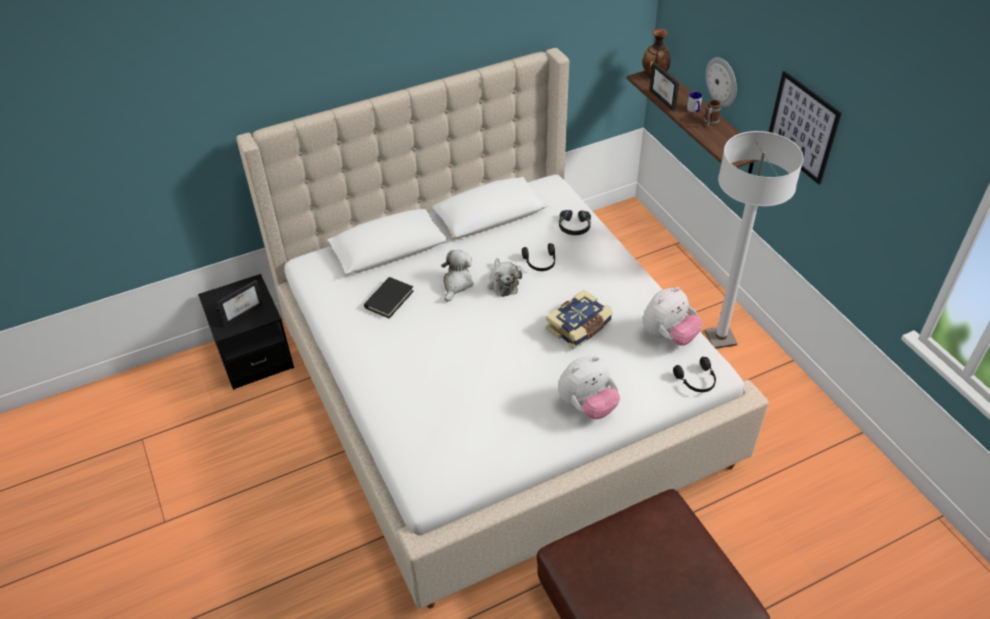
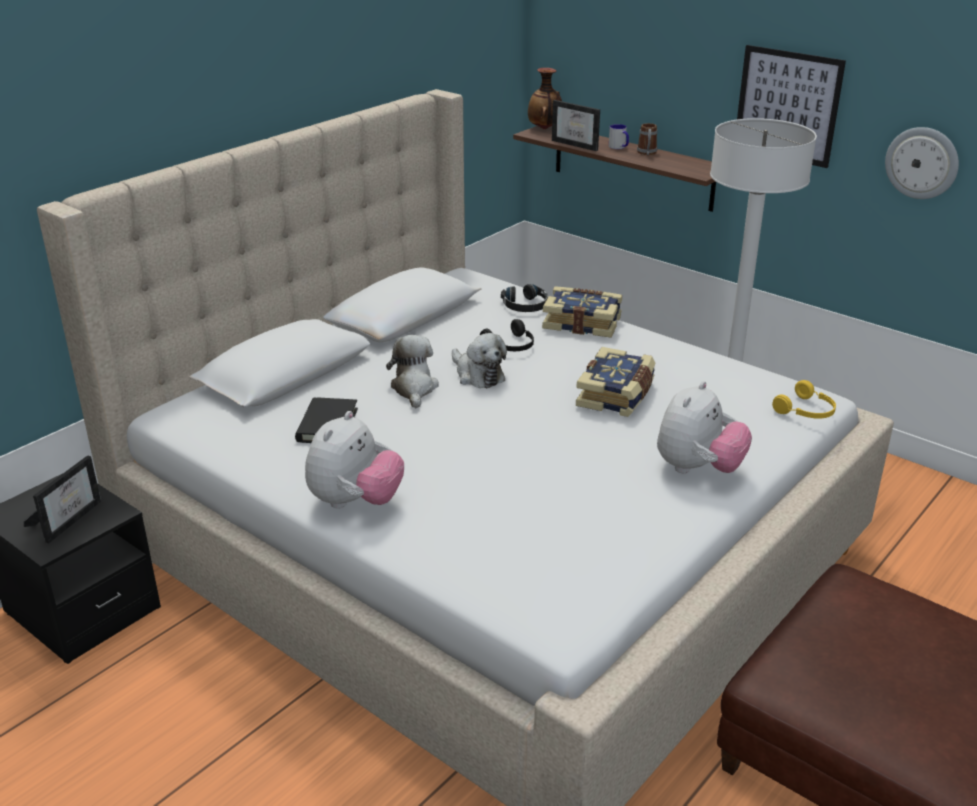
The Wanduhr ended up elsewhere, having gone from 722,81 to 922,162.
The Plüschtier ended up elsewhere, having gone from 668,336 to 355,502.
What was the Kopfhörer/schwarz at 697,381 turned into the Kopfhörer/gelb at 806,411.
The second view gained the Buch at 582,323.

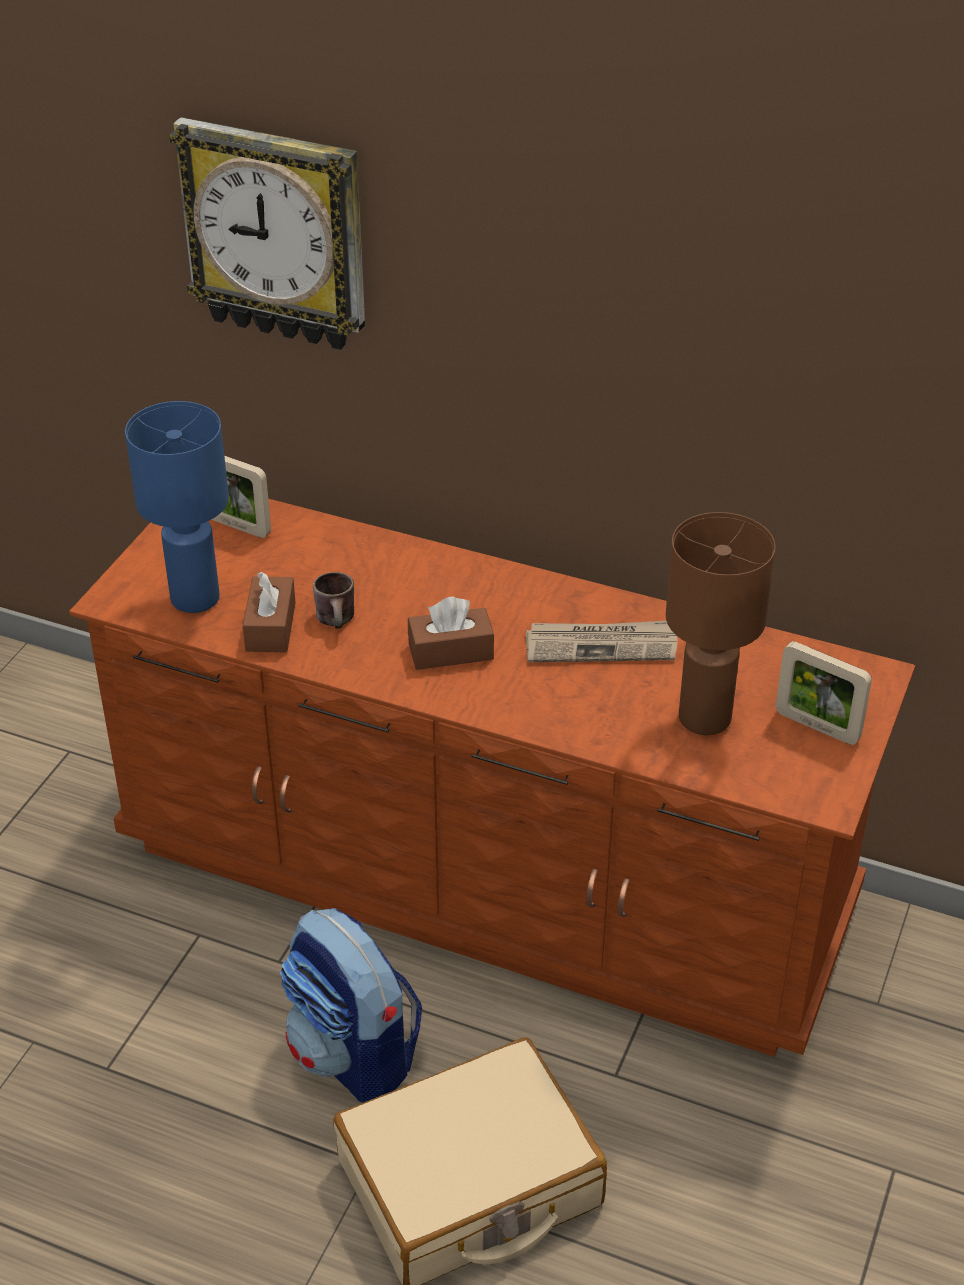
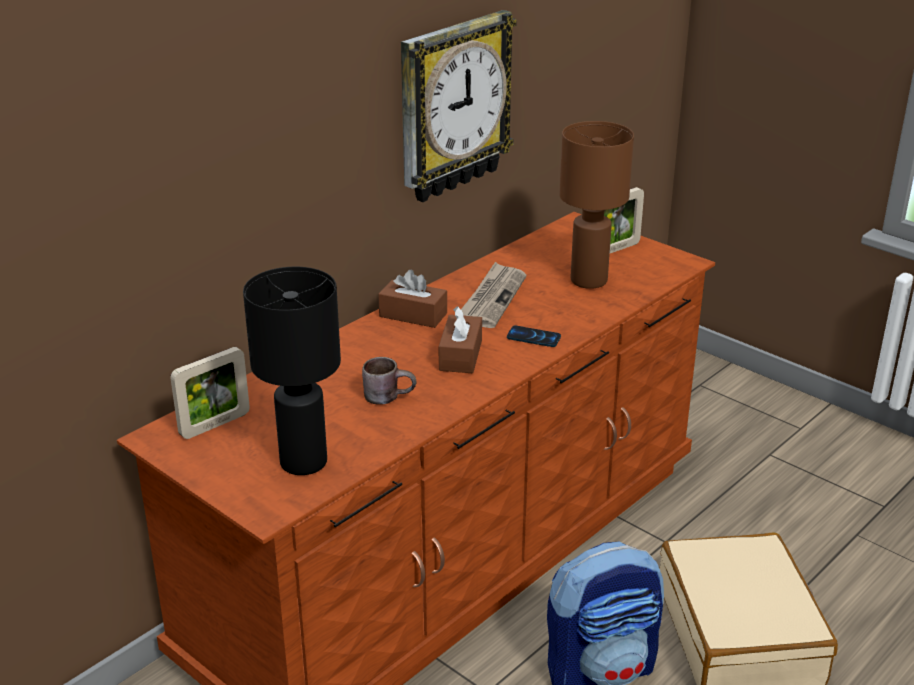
The Wanduhr ended up elsewhere, having gone from 276,234 to 452,106.
What was the Tischlampe/blau at 193,599 turned into the Tischlampe/schwarz at 303,463.
The Taschentuchbox/braun ended up elsewhere, having gone from 270,627 to 413,315.
The second view gained the Handy at 533,337.

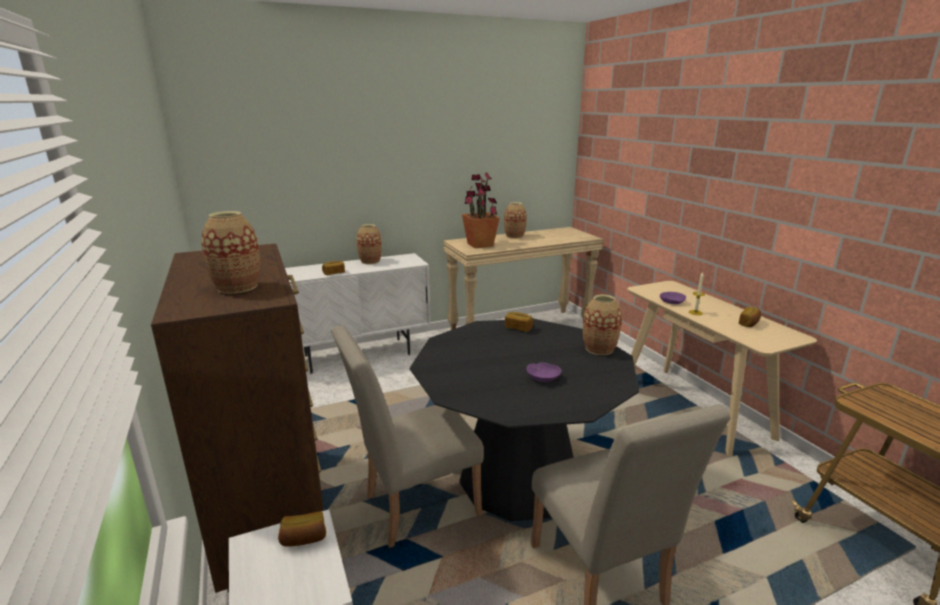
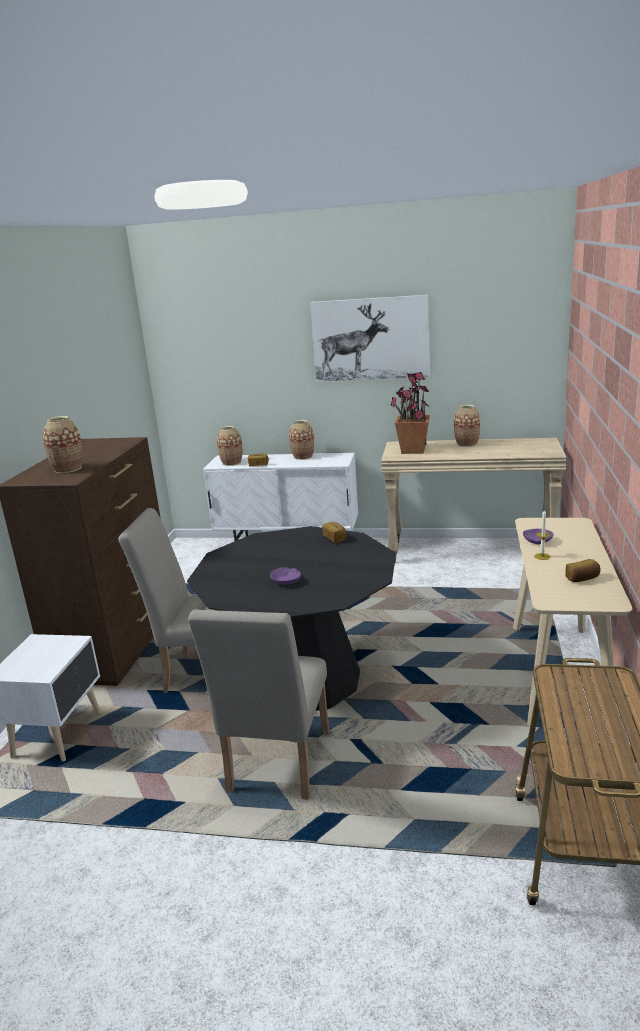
The Vase ended up elsewhere, having gone from 599,349 to 231,463.
The second view lost the Brot at 304,539.
The second view gained the Bild at 370,339.

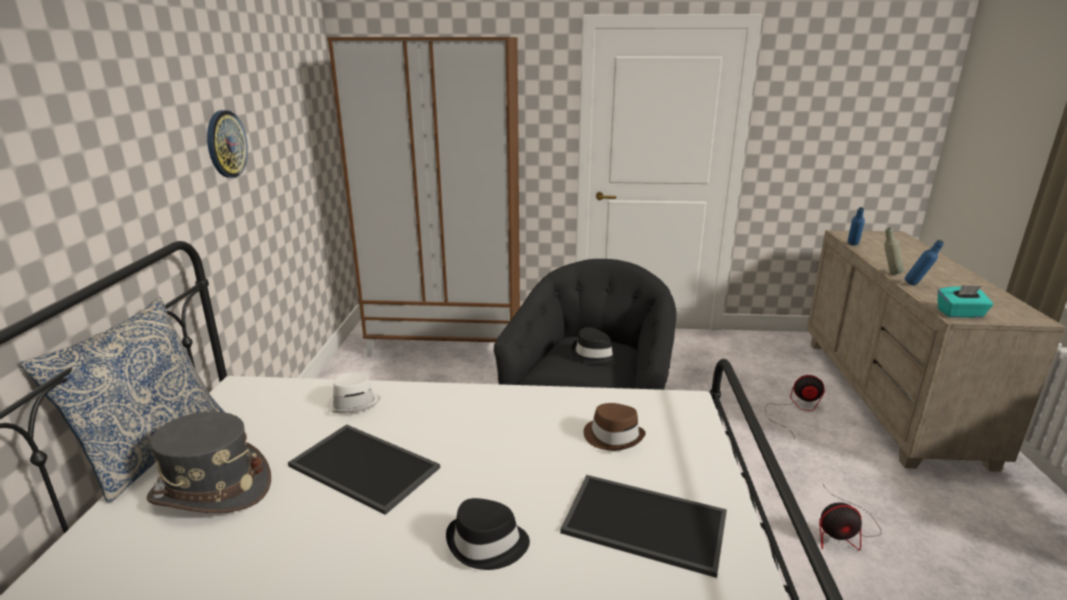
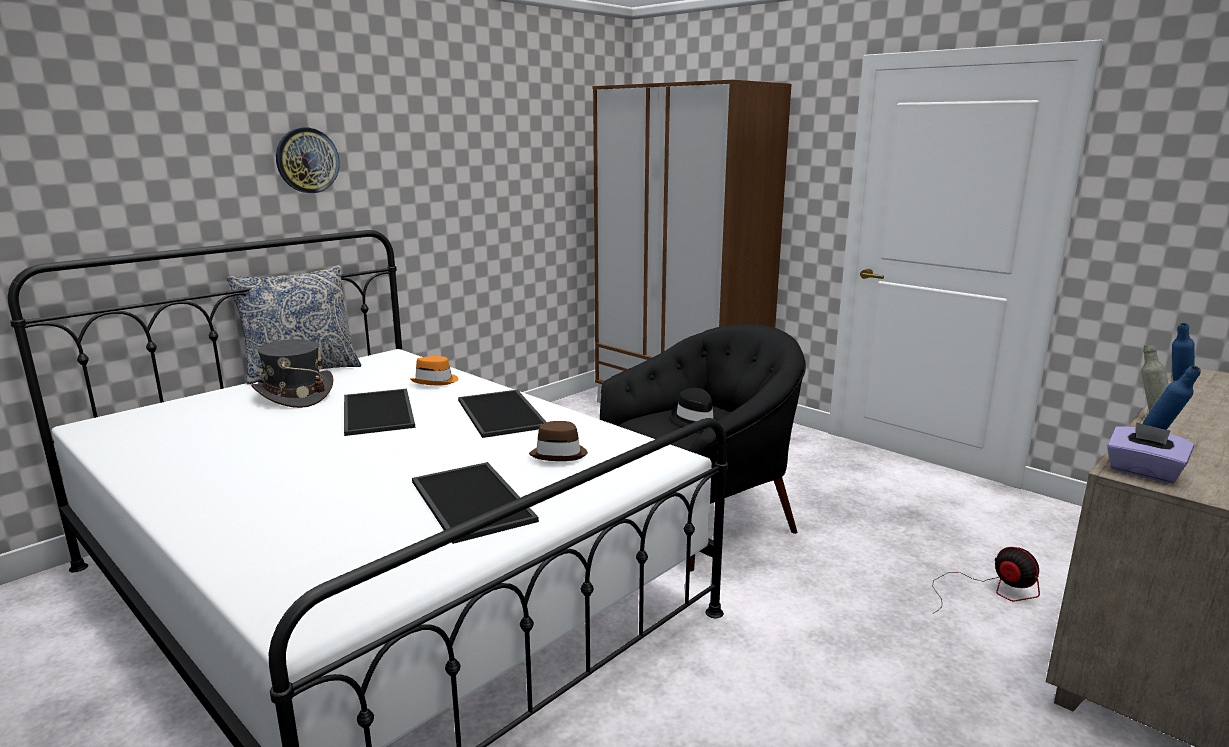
The Wanduhr ended up elsewhere, having gone from 226,144 to 307,160.
What was the Taschentuchbox/türkis at 960,314 turned into the Taschentuchbox/lila at 1143,472.
What was the Hut/weiß at 354,402 turned into the Hut/orange at 436,381.
The second view lost the Ventilator at 843,531.
The second view lost the Hut/schwarz at 487,544.
The second view gained the Tablett at 503,413.

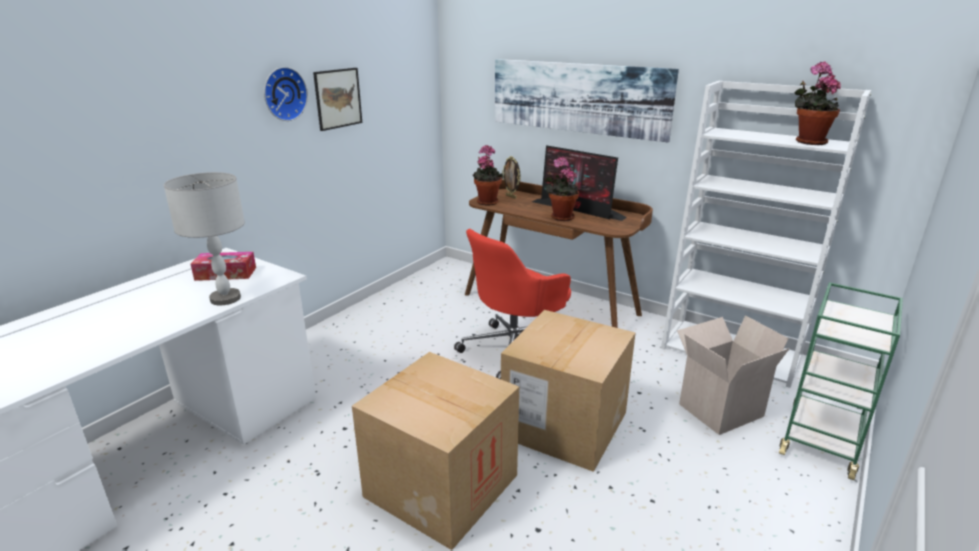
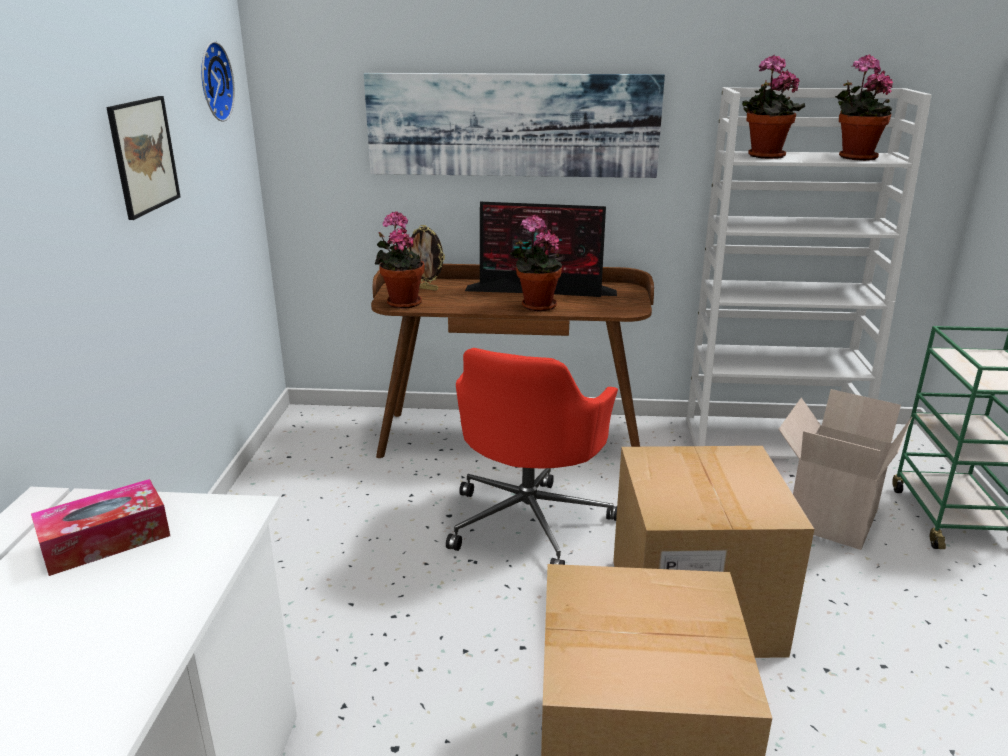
The Wanduhr ended up elsewhere, having gone from 283,94 to 212,82.
The second view lost the Tischlampe/grau at 226,298.
The second view gained the Topfpflanze at 763,156.

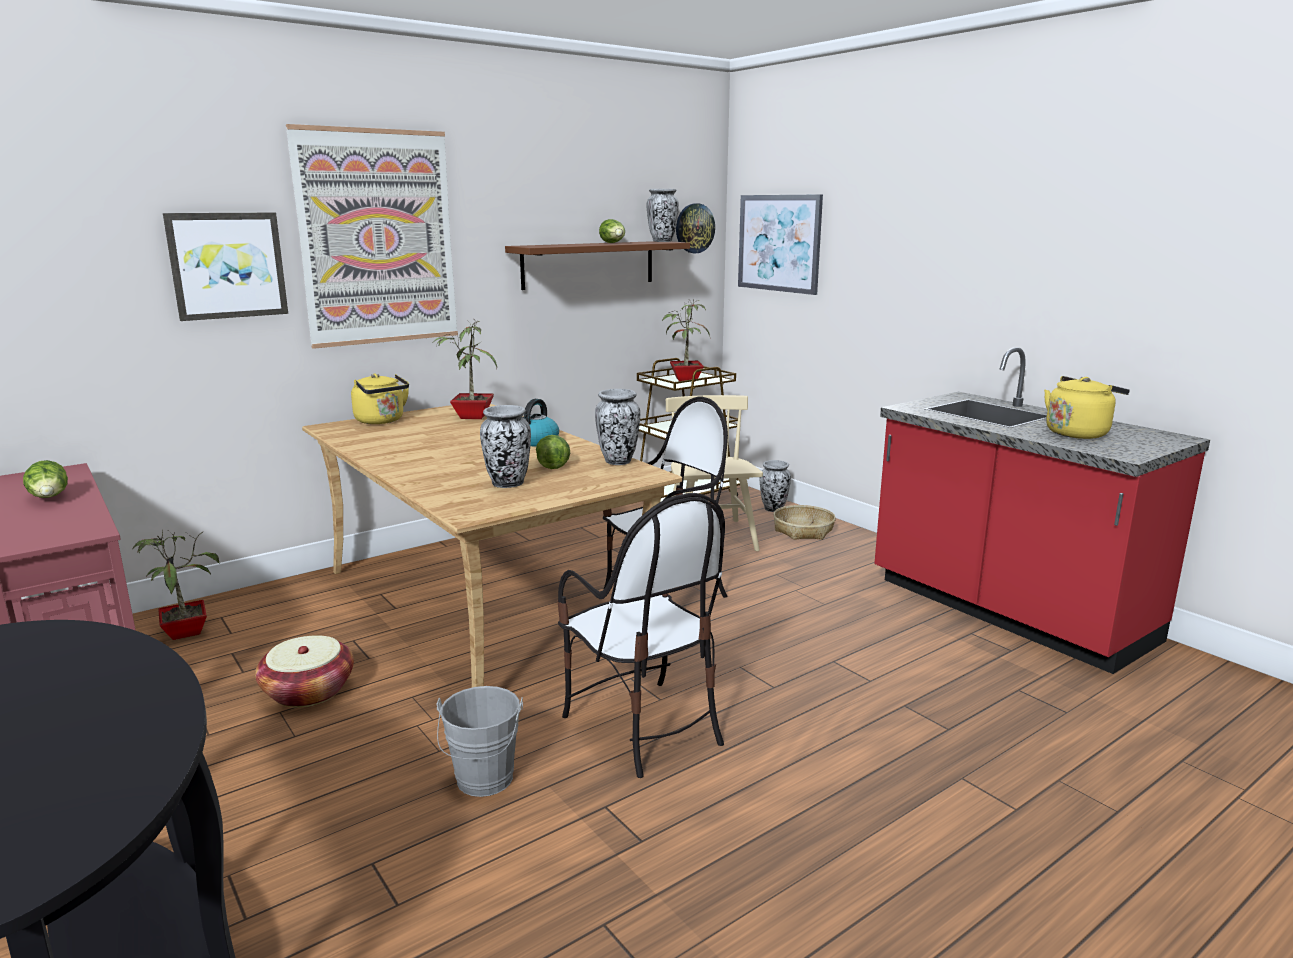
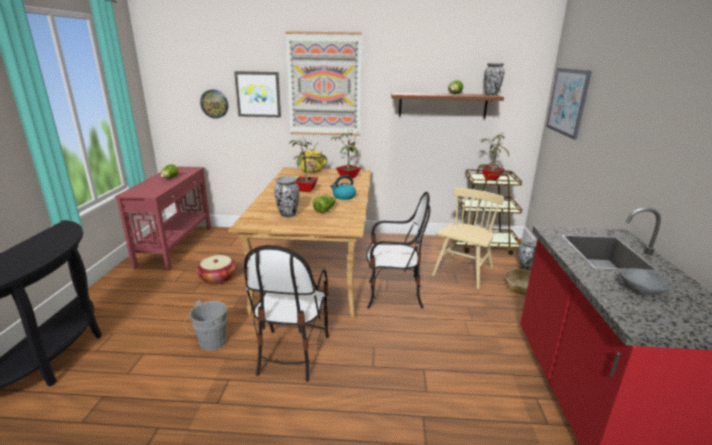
The Wanduhr ended up elsewhere, having gone from 694,228 to 214,104.
Where the Wasserkessel/gelb stood at 1078,433, the Schüssel/grau came to stand at 643,291.
The second view lost the Vase at 618,461.
The Topfpflanze ended up elsewhere, having gone from 185,631 to 306,189.

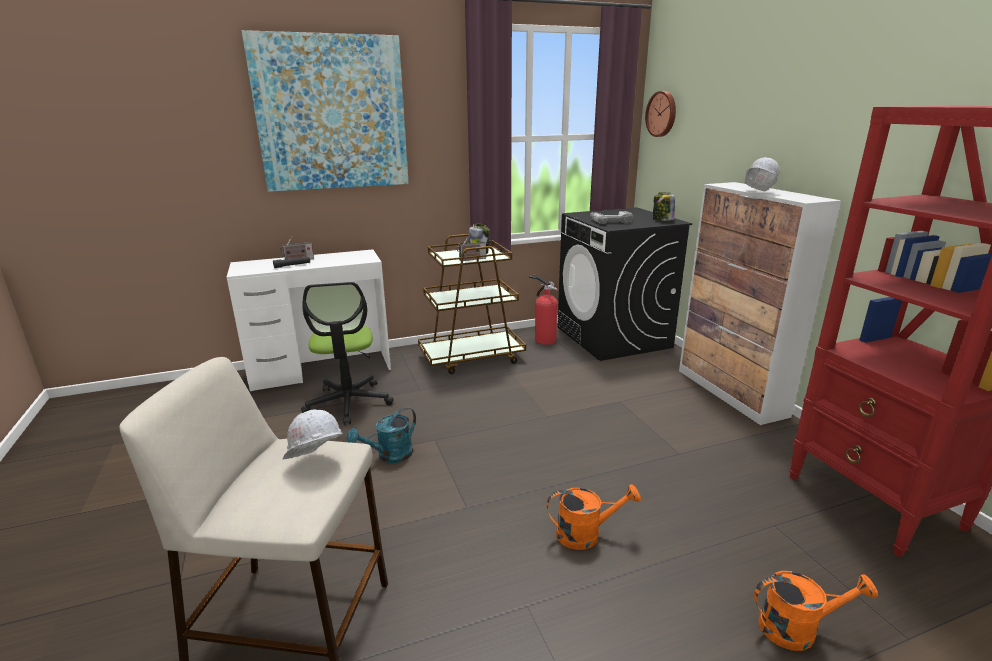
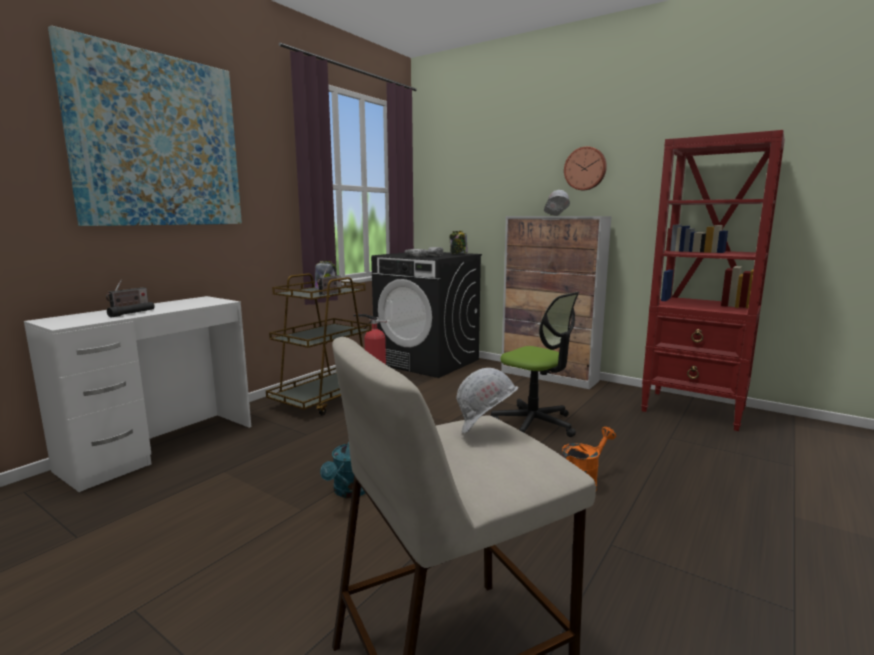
The Wanduhr ended up elsewhere, having gone from 662,114 to 585,168.
The Bürostuhl ended up elsewhere, having gone from 348,403 to 534,424.
The second view lost the Gießkanne/orange at 797,628.

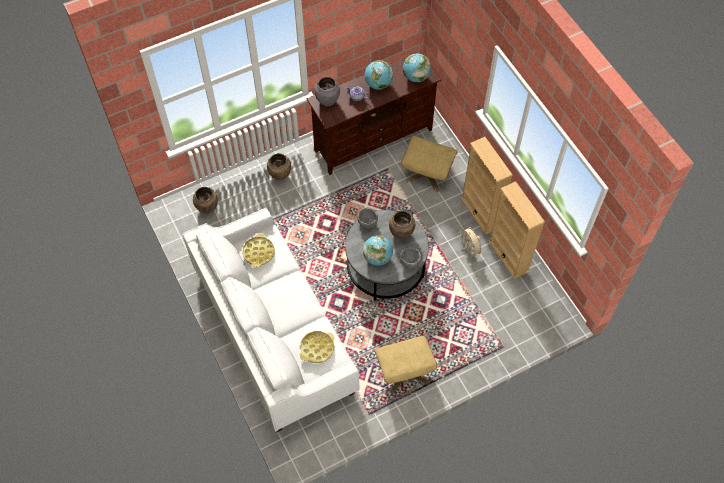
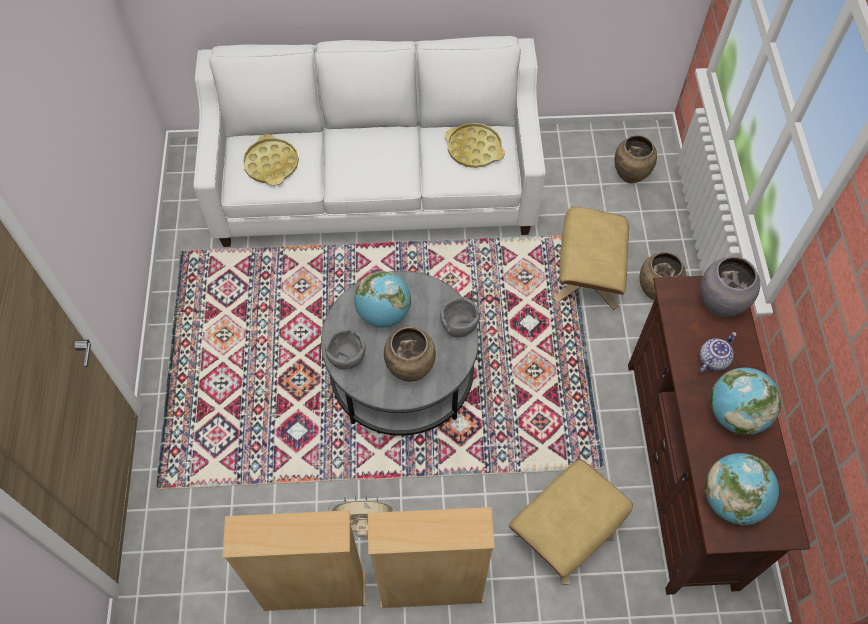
The Polsterhocker/beige ended up elsewhere, having gone from 404,371 to 586,278.

